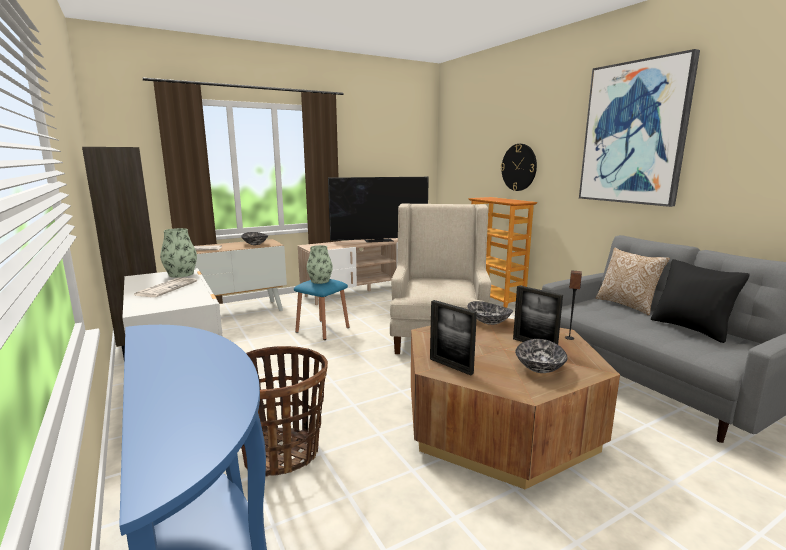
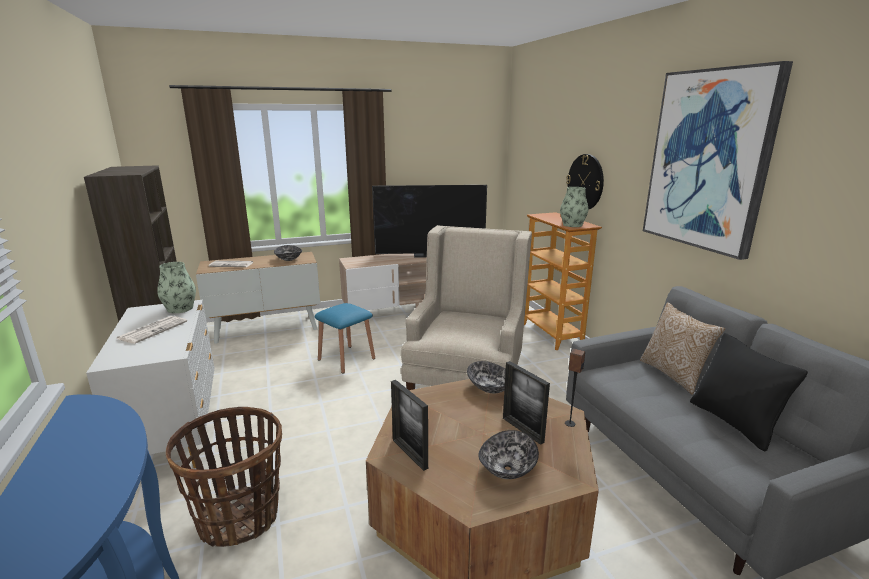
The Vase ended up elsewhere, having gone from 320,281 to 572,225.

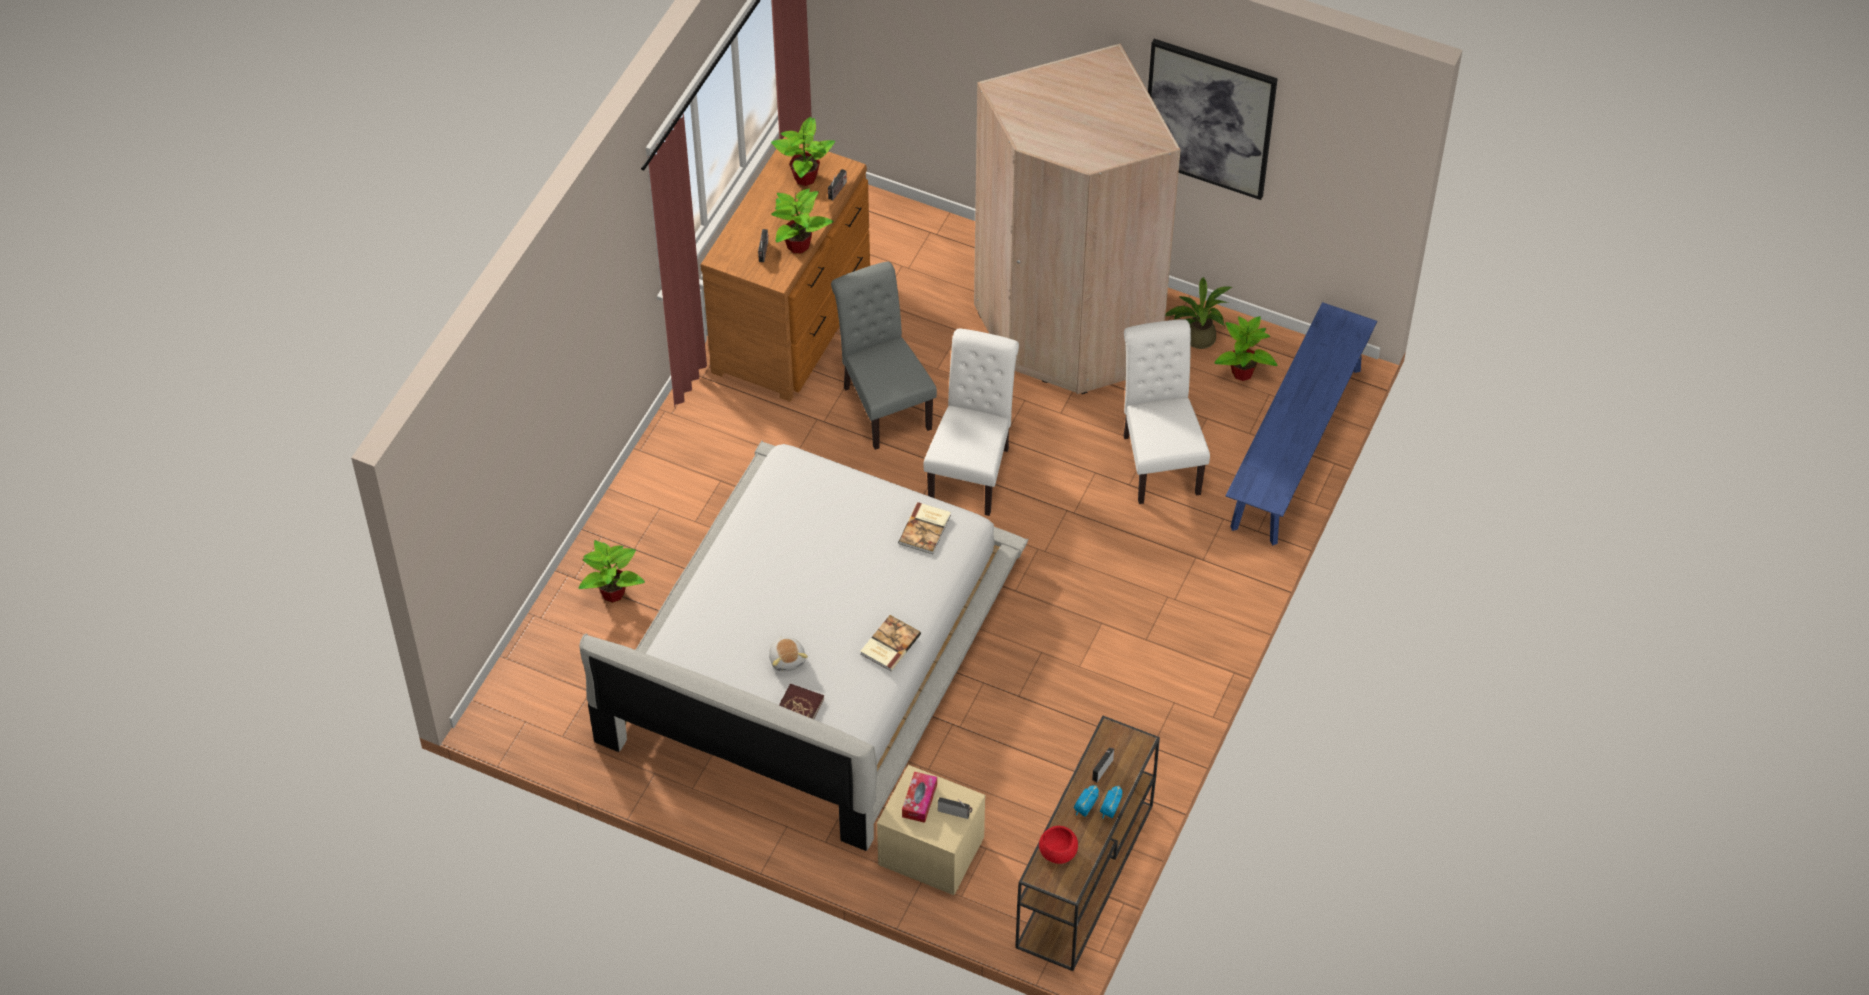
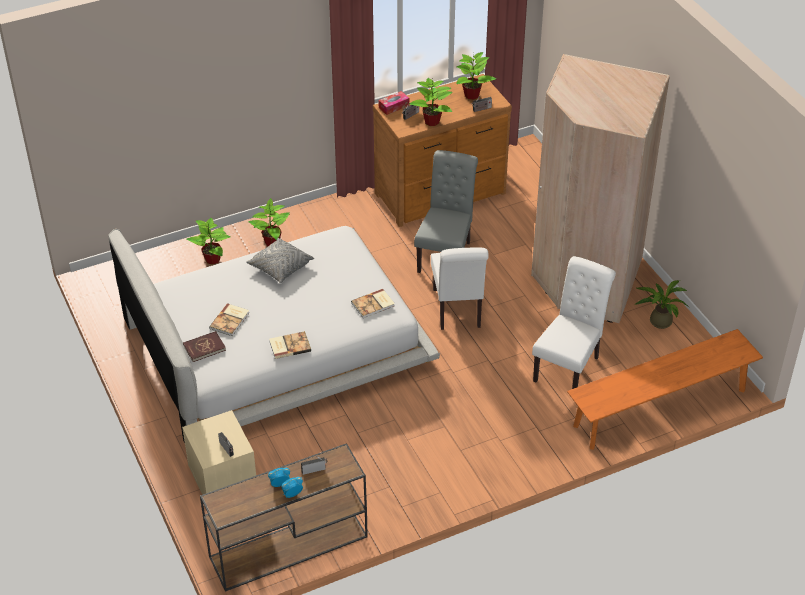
The second view lost the Bild at 1209,118.
What was the Bank/blau at 1296,447 turned into the Bank/orange at 660,408.
The Topfpflanze ended up elsewhere, having gone from 1242,373 to 271,242.
The Stuhl/weiß at 972,470 ended up facing another way, 120 degrees clockwise from before.
Where the Plüschtier stood at 787,659, the Buch came to stand at 230,320.
The Taschentuchbox ended up elsewhere, having gone from 919,801 to 394,106.
The second view lost the Schüssel/rot at 1058,852.
The second view gained the Kissen/grau at 280,267.

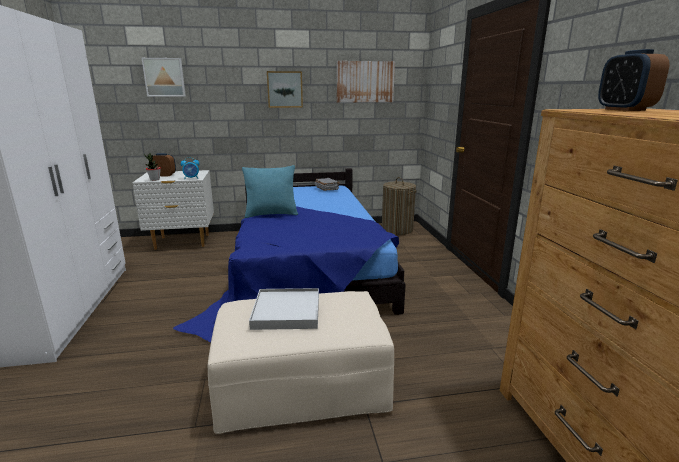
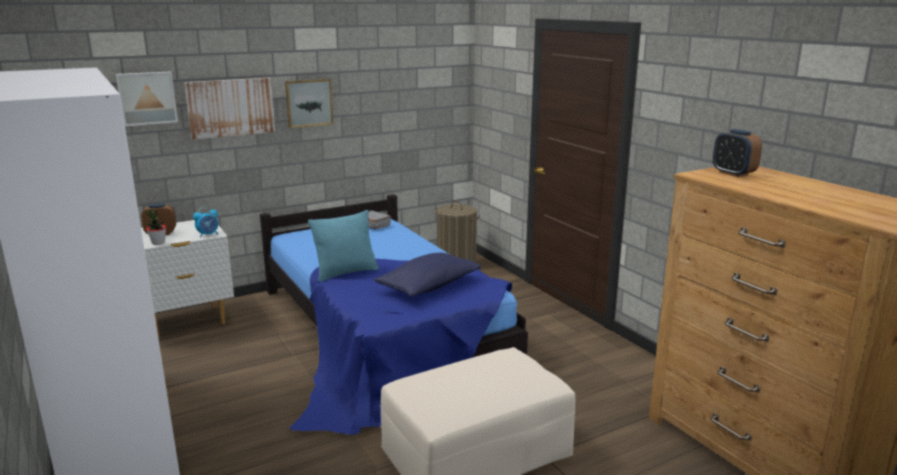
The Bild ended up elsewhere, having gone from 365,82 to 231,107.
The second view lost the Tablett/weiß at 286,311.
The second view gained the Kissen/blau at 428,287.

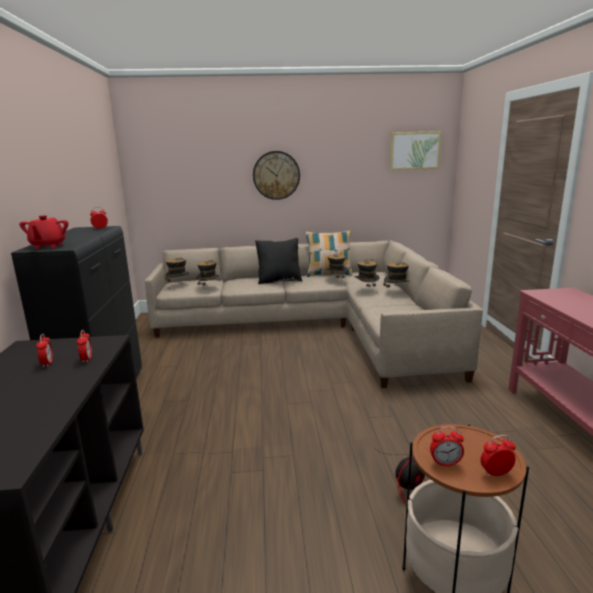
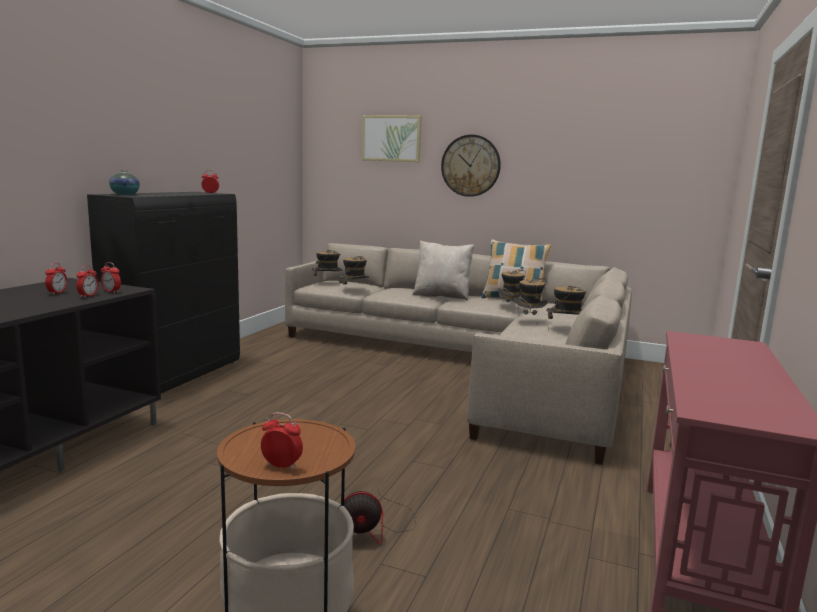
The Bild ended up elsewhere, having gone from 414,150 to 391,138.
Where the Teekanne/rot stood at 48,246, the Vase came to stand at 125,194.
What was the Kissen/schwarz at 279,280 turned into the Kissen/beige at 442,296.
The Wecker ended up elsewhere, having gone from 445,463 to 111,291.

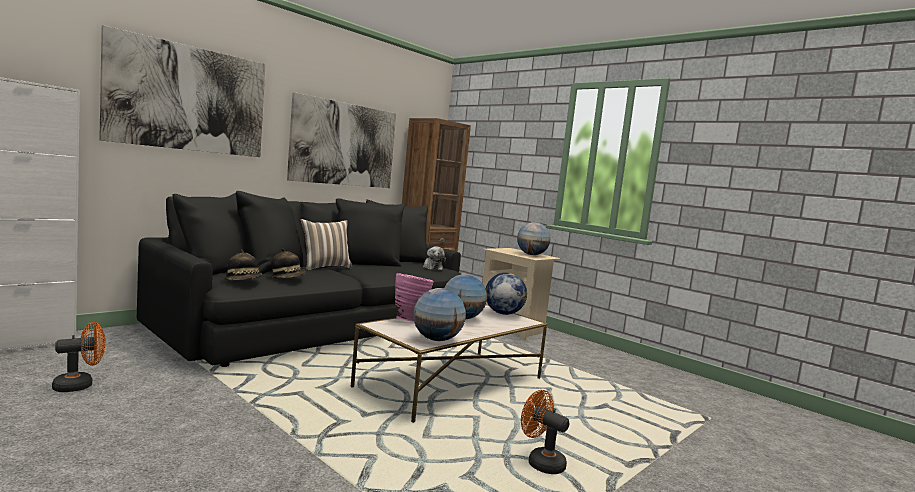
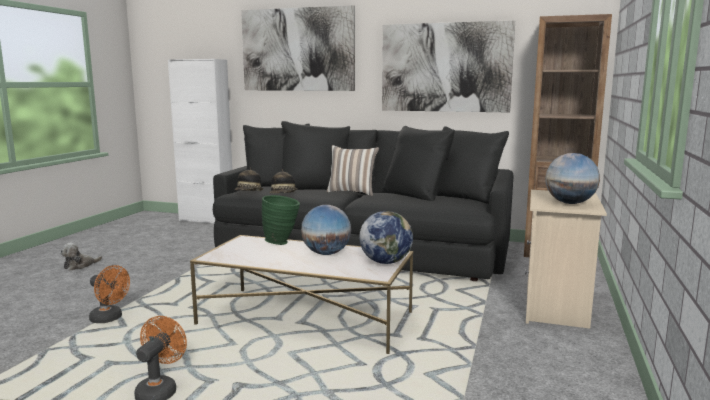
The Plüschtier ended up elsewhere, having gone from 432,267 to 80,266.
What was the Vase/rosa at 410,320 turned into the Vase/grün at 282,242.
The second view lost the Globus at 437,340.
The Ventilator/orange ended up elsewhere, having gone from 80,385 to 110,319.

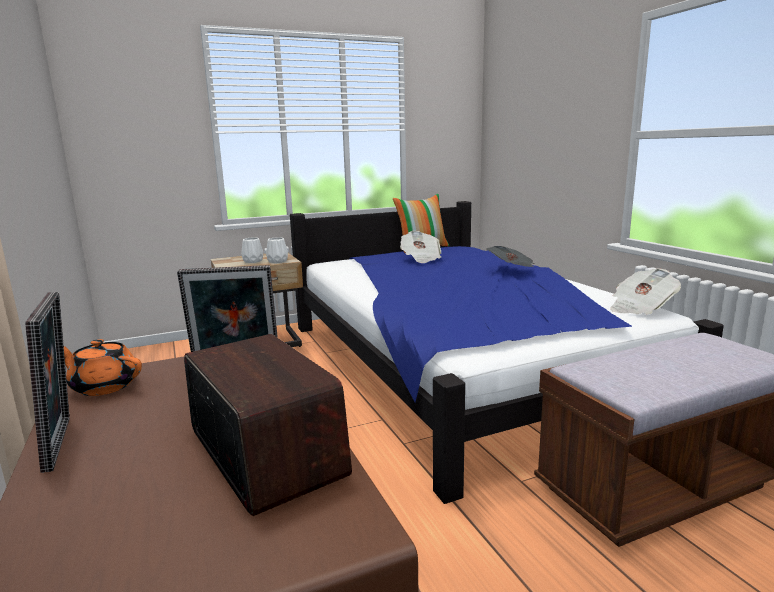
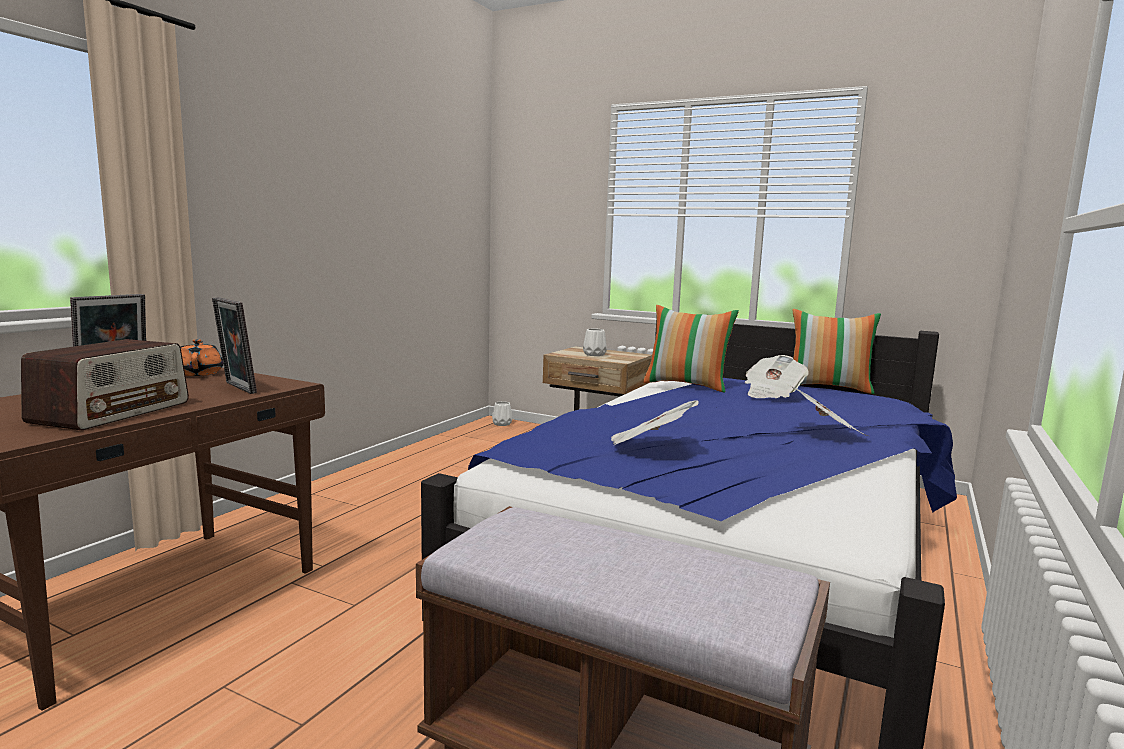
The Vase/weiß ended up elsewhere, having gone from 277,261 to 501,424.
The Zeitung ended up elsewhere, having gone from 640,308 to 649,446.
The second view gained the Kissen at 687,385.

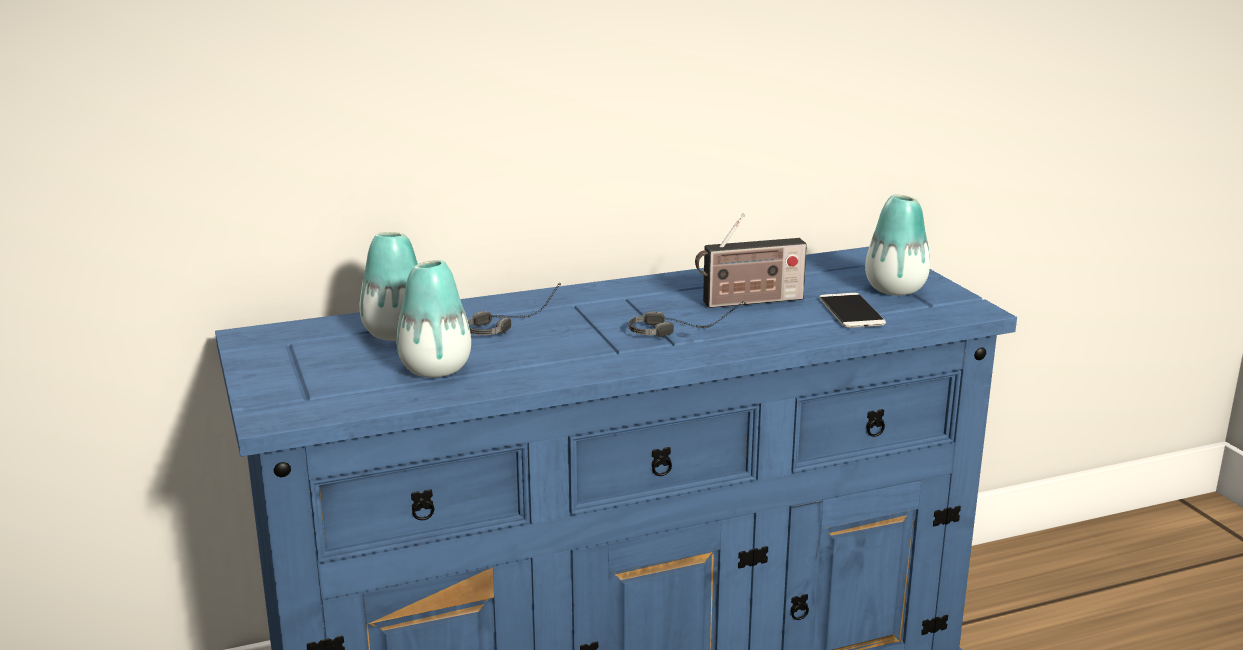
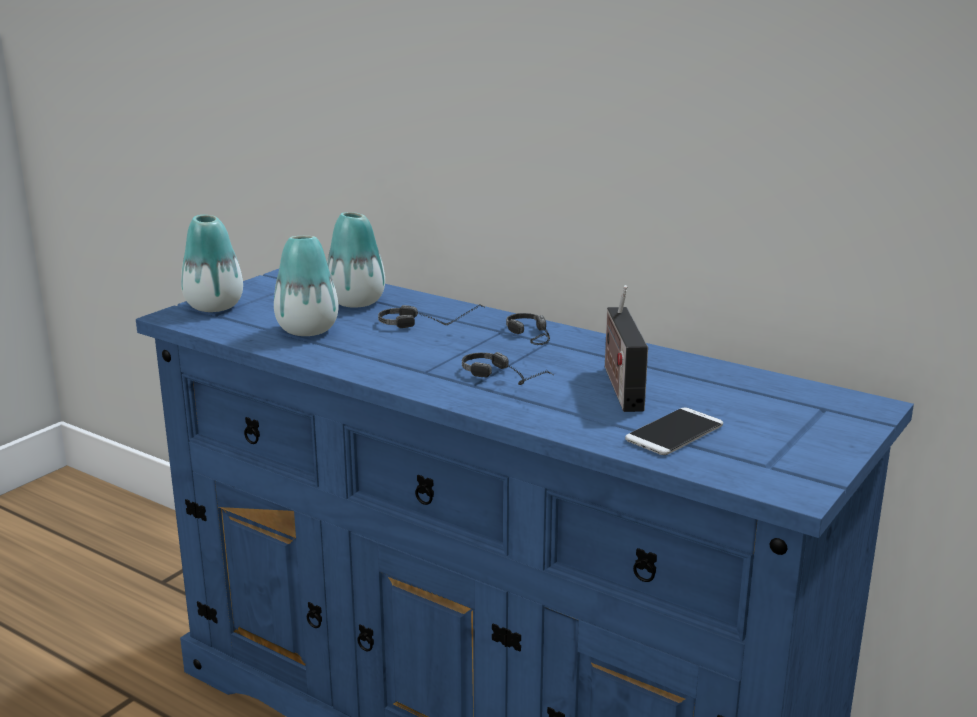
The Vase ended up elsewhere, having gone from 895,289 to 214,306.
The Radio at 748,301 ended up facing another way, 45 degrees clockwise from before.
The second view gained the Kopfhörer at 538,341.

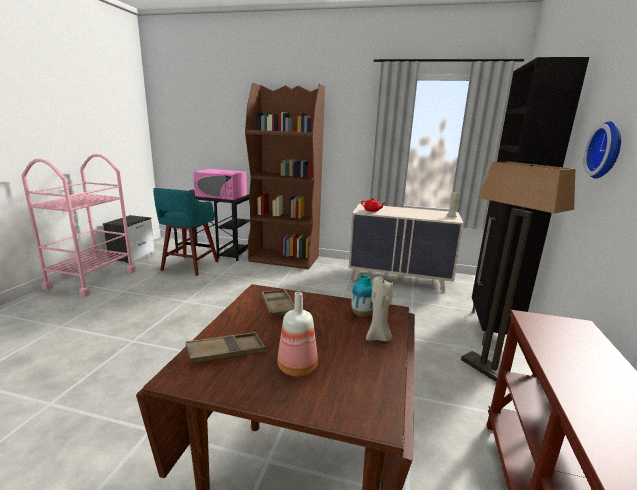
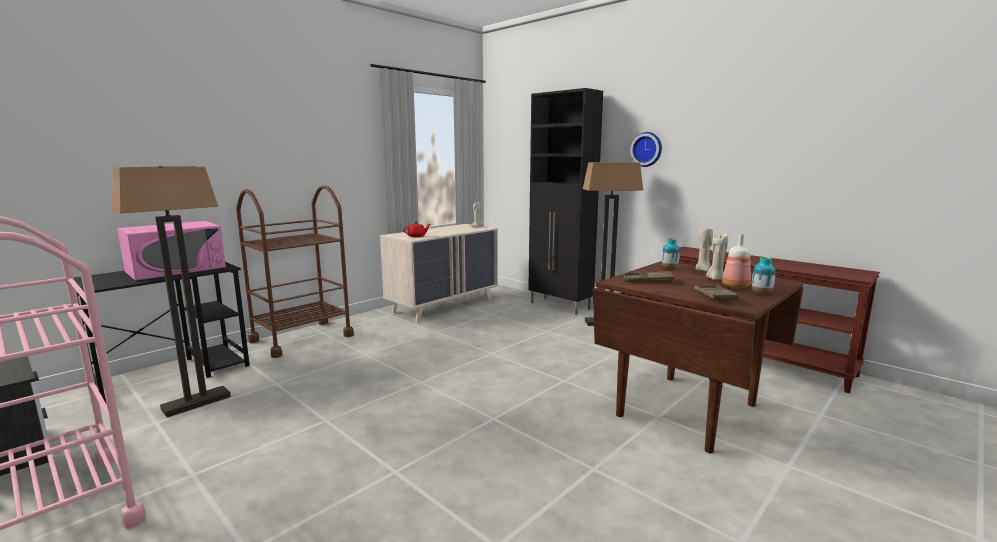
Where the Bücherregal/braun stood at 285,259, the Rollwagen/braun came to stand at 302,338.
Where the Hocker/türkis stood at 189,266, the Stehlampe came to stand at 196,403.
The second view gained the Kerze/beige at 715,279.
The second view gained the Vase at 761,293.

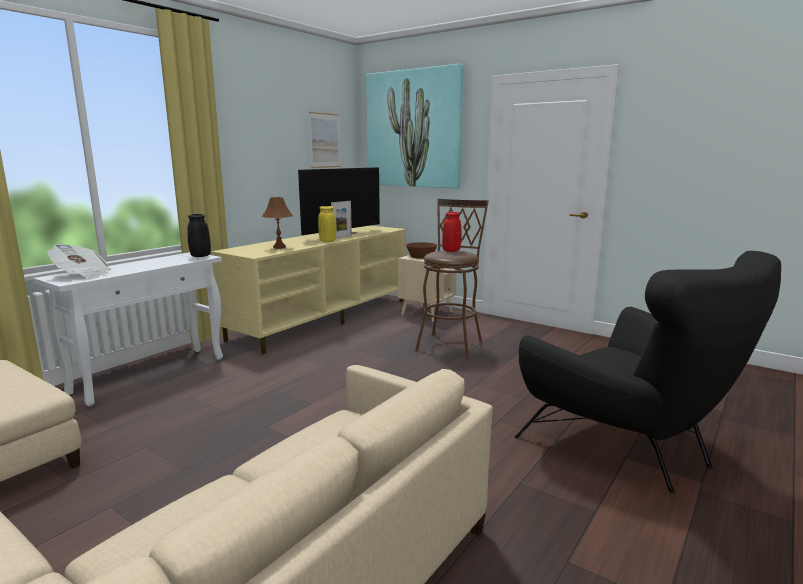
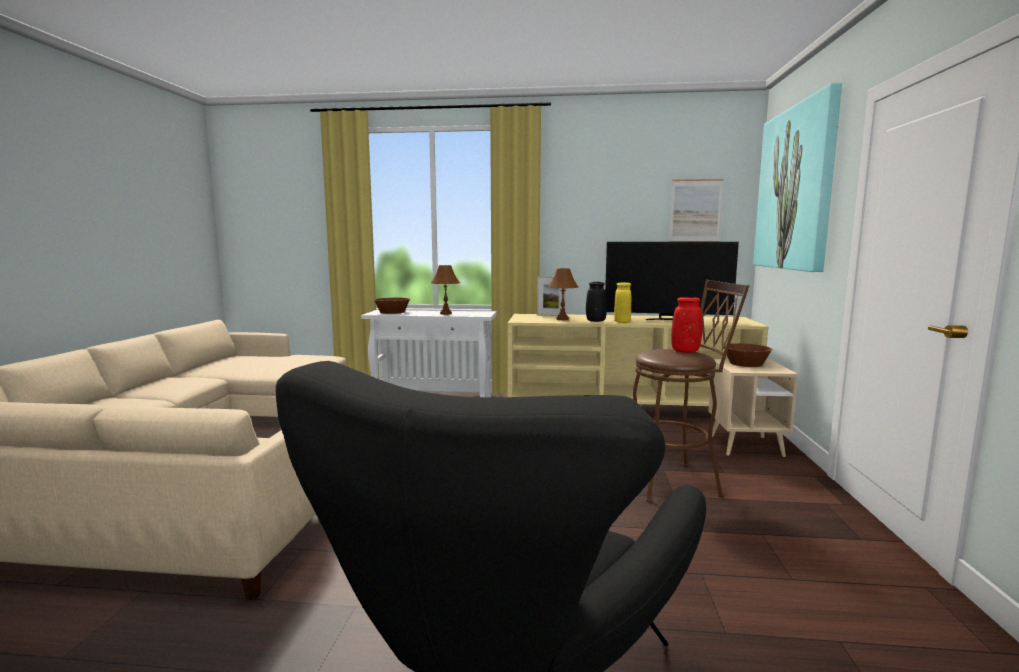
The Bilderrahmen ended up elsewhere, having gone from 342,237 to 550,315.
The Vase/schwarz ended up elsewhere, having gone from 200,256 to 595,321.
Where the Zeitung stood at 82,275, the Schüssel/braun came to stand at 392,312.
The second view gained the Tischlampe/braun at 445,313.

